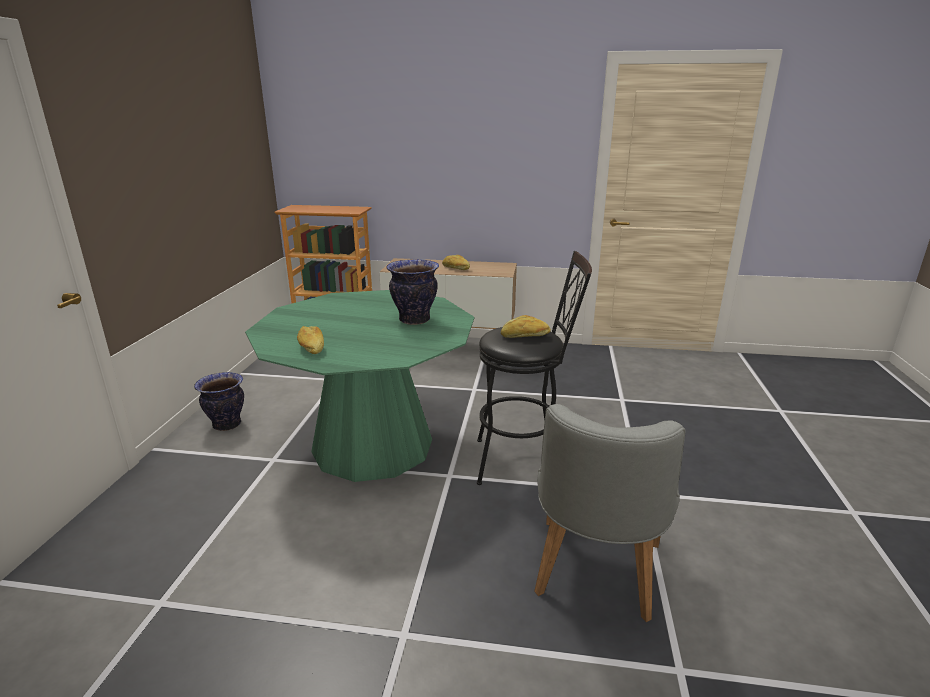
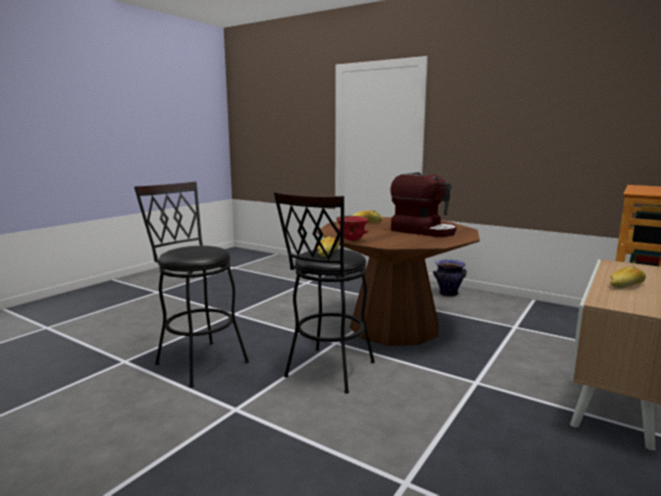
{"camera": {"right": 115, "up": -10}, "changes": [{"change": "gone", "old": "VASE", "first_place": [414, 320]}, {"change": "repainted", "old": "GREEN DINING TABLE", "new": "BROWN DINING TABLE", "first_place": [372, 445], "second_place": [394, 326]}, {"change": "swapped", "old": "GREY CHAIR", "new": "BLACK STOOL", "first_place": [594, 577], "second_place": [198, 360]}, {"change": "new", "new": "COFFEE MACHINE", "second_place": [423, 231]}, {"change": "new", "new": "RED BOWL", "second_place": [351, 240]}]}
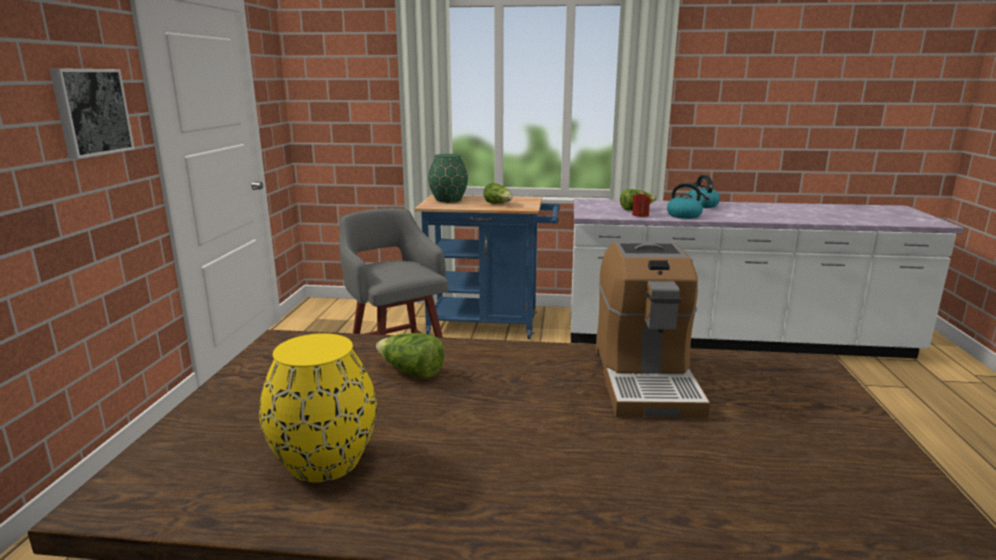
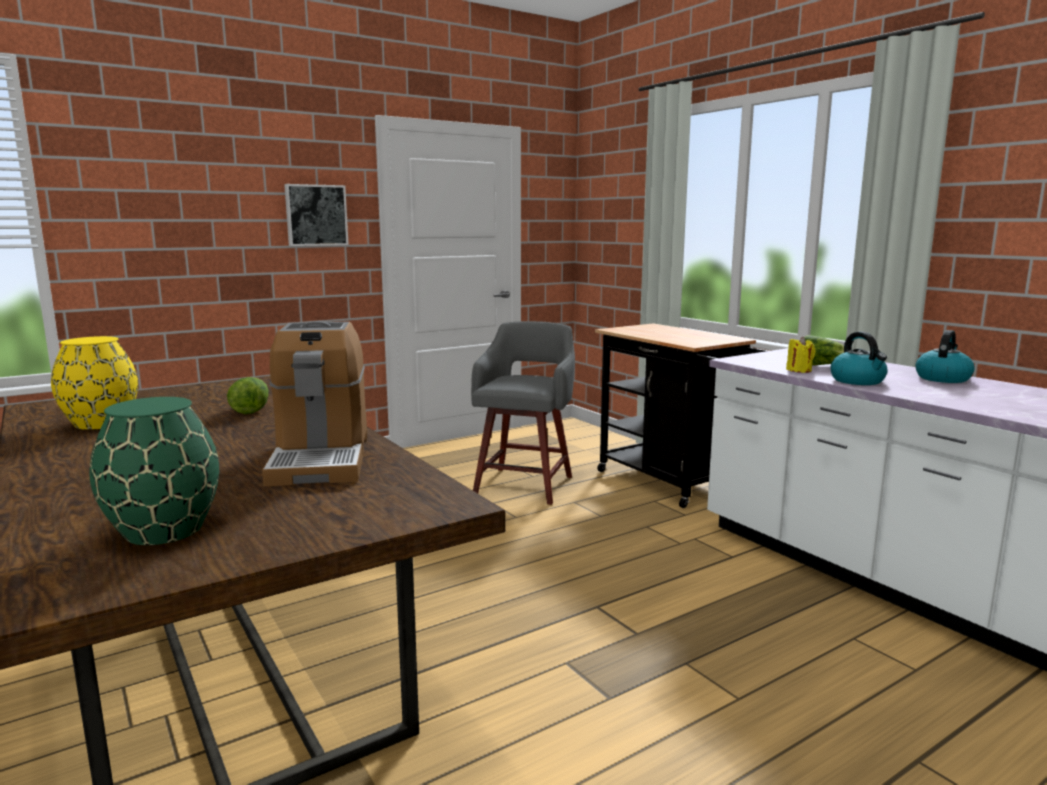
{"camera": {"right": 50, "up": -5}, "changes": [{"change": "shifted", "old": "GREEN VASE", "first_place": [448, 200], "second_place": [165, 530]}, {"change": "gone", "old": "LETTUCE", "first_place": [498, 204]}, {"change": "repainted", "old": "RED CANDLE", "new": "YELLOW CANDLE", "first_place": [640, 215], "second_place": [799, 370]}, {"change": "repainted", "old": "BLUE CART", "new": "BLACK CART", "first_place": [490, 325], "second_place": [672, 484]}, {"change": "rotated", "old": "COFFEE MACHINE", "first_place": [645, 379], "second_place": [321, 458], "degrees": -60}]}
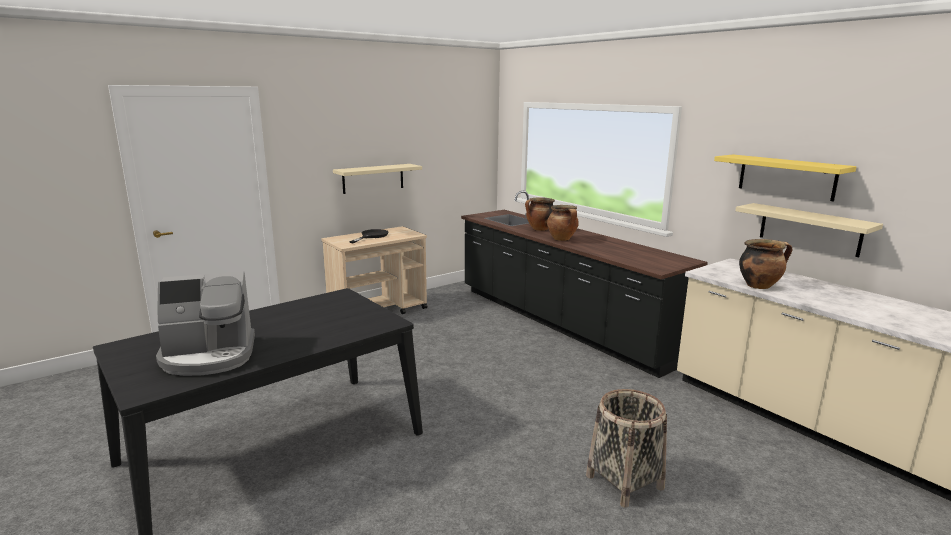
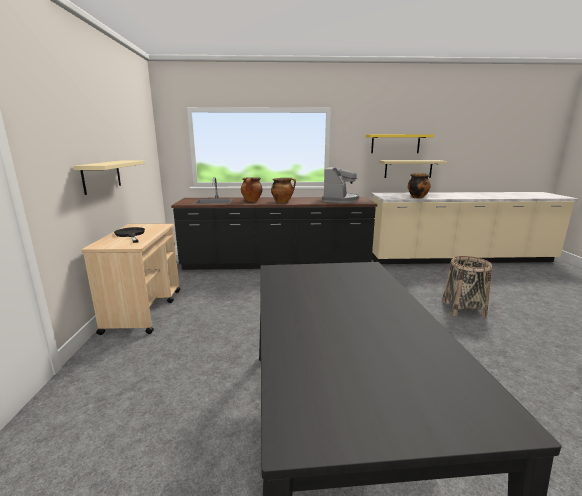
{"camera": {"right": -55, "up": 0}, "changes": [{"change": "shifted", "old": "COFFEE MACHINE", "first_place": [209, 356], "second_place": [340, 200]}]}
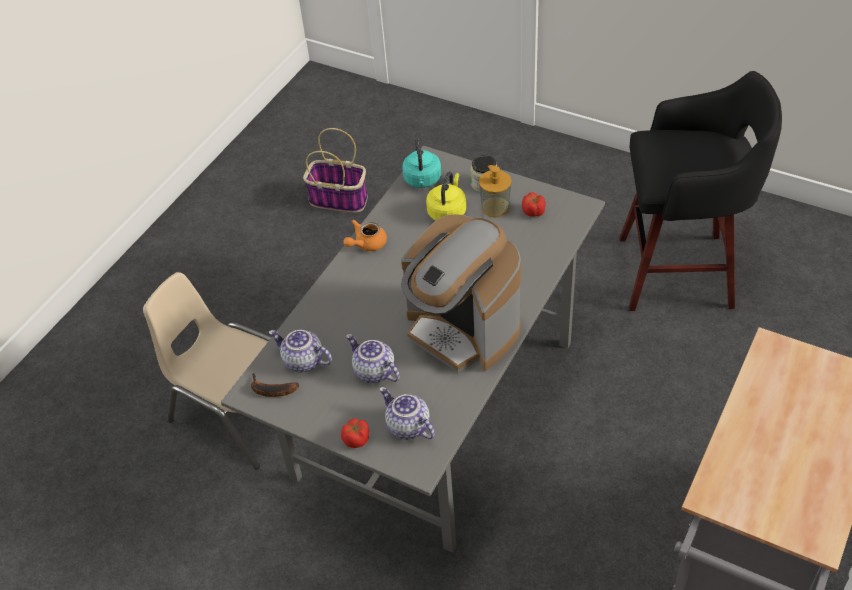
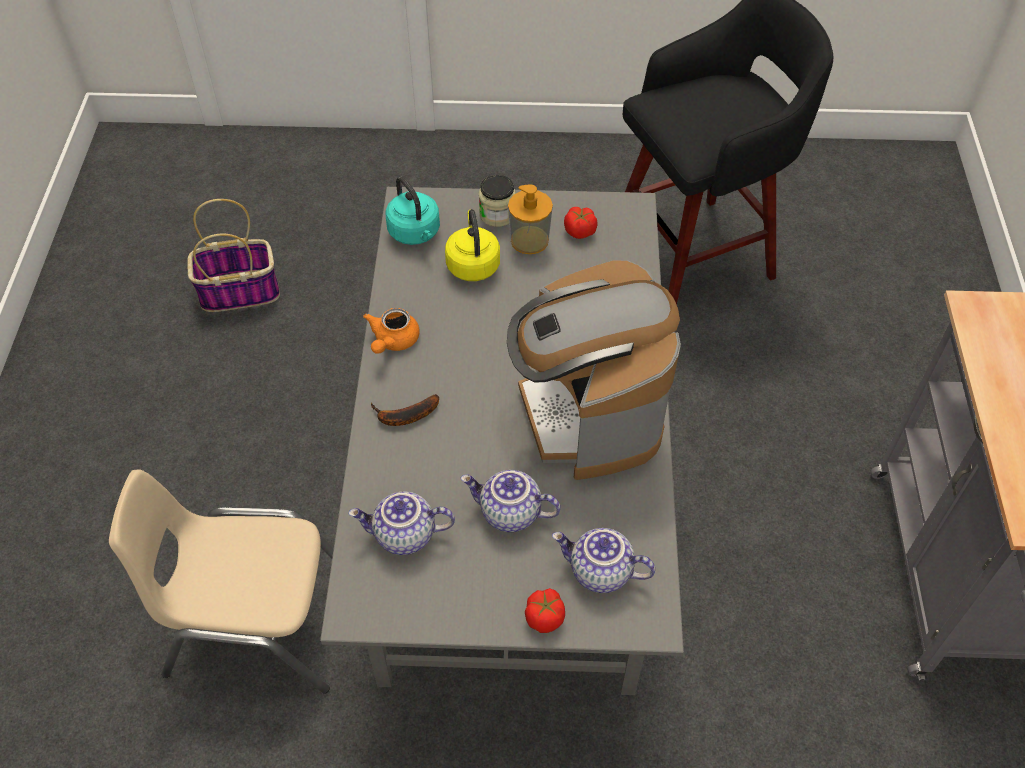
{"camera": {"right": -30, "up": 5}, "changes": [{"change": "rotated", "old": "COFFEE MACHINE", "first_place": [462, 330], "second_place": [588, 415], "degrees": 60}, {"change": "shifted", "old": "BANANA", "first_place": [270, 390], "second_place": [404, 416]}]}
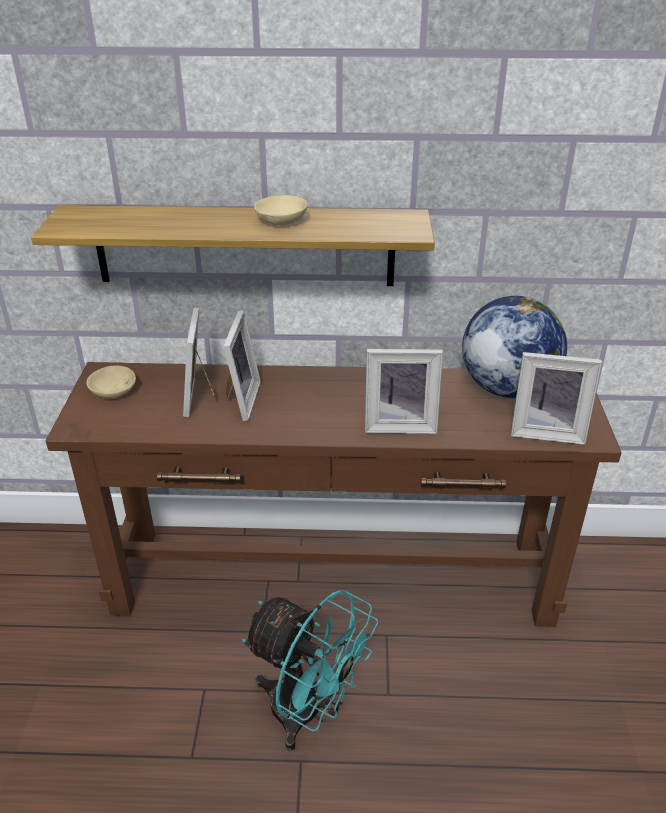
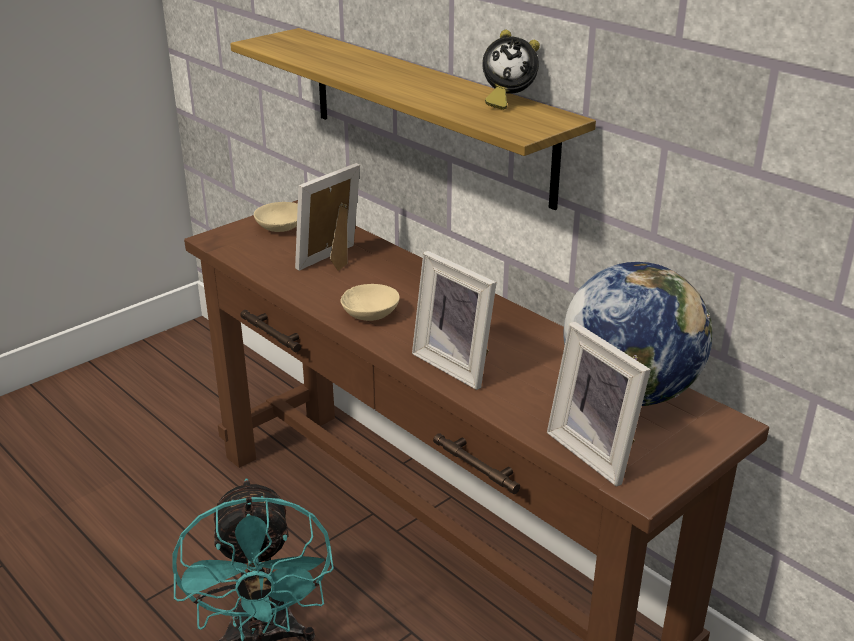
{"camera": {"right": 45, "up": -5}, "changes": [{"change": "shifted", "old": "BEIGE BOWL", "first_place": [283, 221], "second_place": [372, 314]}, {"change": "gone", "old": "PICTURE FRAME", "first_place": [239, 400]}, {"change": "new", "new": "ALARM CLOCK", "second_place": [506, 101]}]}
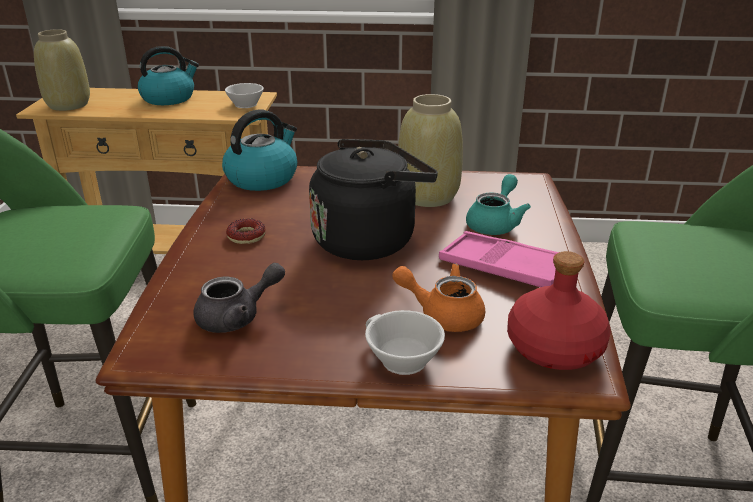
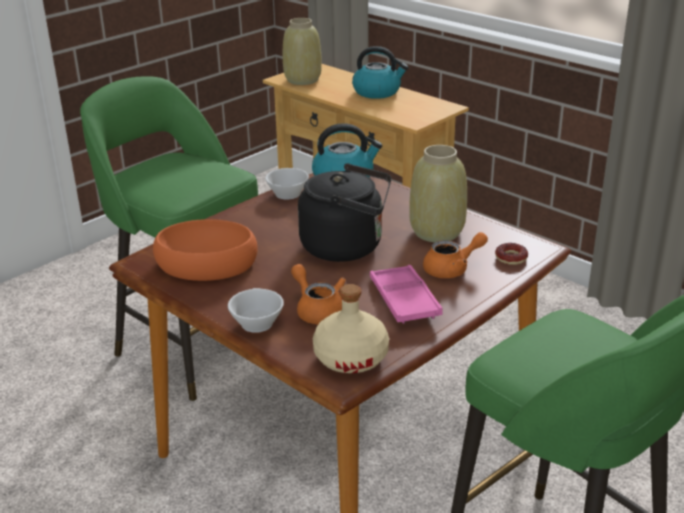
{"camera": {"right": 40, "up": 0}, "changes": [{"change": "shifted", "old": "WHITE CUP", "first_place": [244, 104], "second_place": [287, 193]}, {"change": "repainted", "old": "TURQUOISE TEAPOT", "new": "ORANGE TEAPOT", "first_place": [495, 223], "second_place": [452, 269]}, {"change": "shifted", "old": "DONUT", "first_place": [246, 236], "second_place": [511, 258]}, {"change": "repainted", "old": "RED BOTTLE", "new": "BEIGE BOTTLE", "first_place": [553, 347], "second_place": [351, 357]}, {"change": "swapped", "old": "GREY TEAPOT", "new": "ORANGE BOWL", "first_place": [237, 317], "second_place": [207, 262]}]}
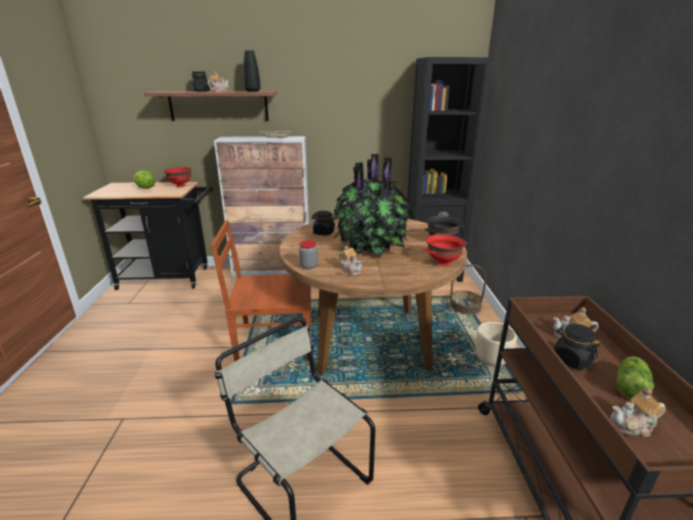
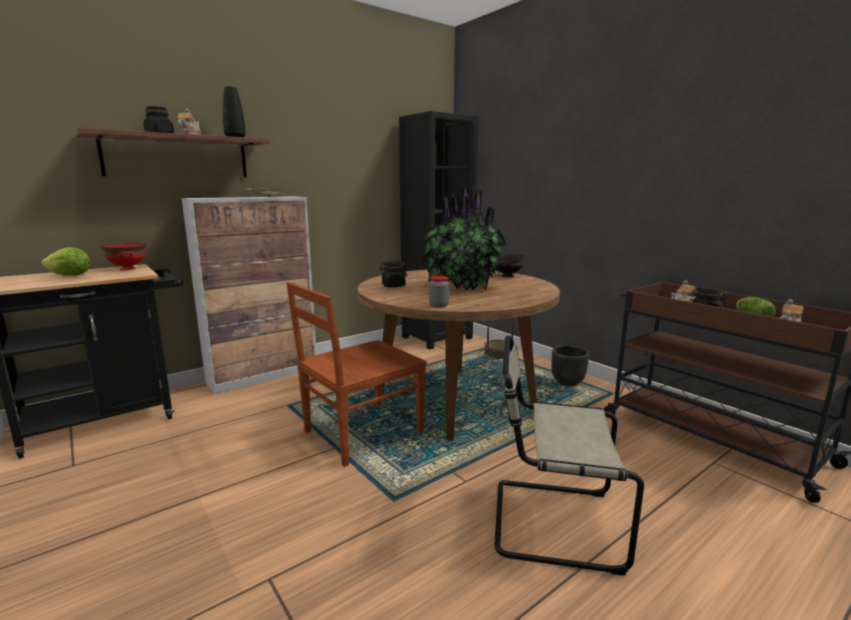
{"camera": {"right": -35, "up": -10}, "changes": [{"change": "gone", "old": "RED BOWL", "first_place": [443, 262]}, {"change": "gone", "old": "TEAPOT", "first_place": [350, 270]}, {"change": "repainted", "old": "BEIGE PLANTER", "new": "BLACK PLANTER", "first_place": [491, 361], "second_place": [567, 383]}]}
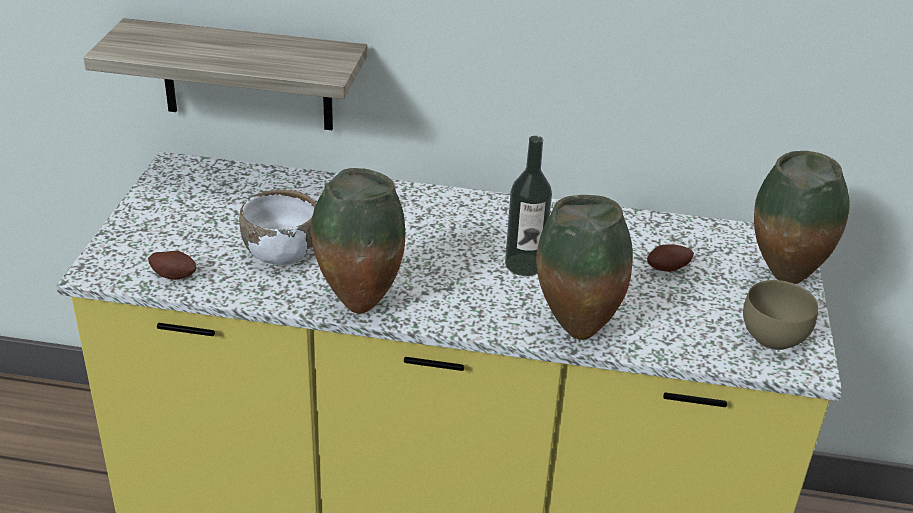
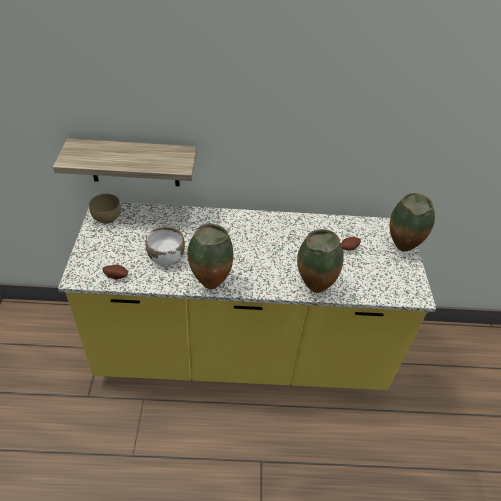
{"camera": {"right": -10, "up": 10}, "changes": [{"change": "gone", "old": "BOTTLE", "first_place": [524, 264]}, {"change": "shifted", "old": "BROWN BOWL", "first_place": [773, 340], "second_place": [107, 219]}]}
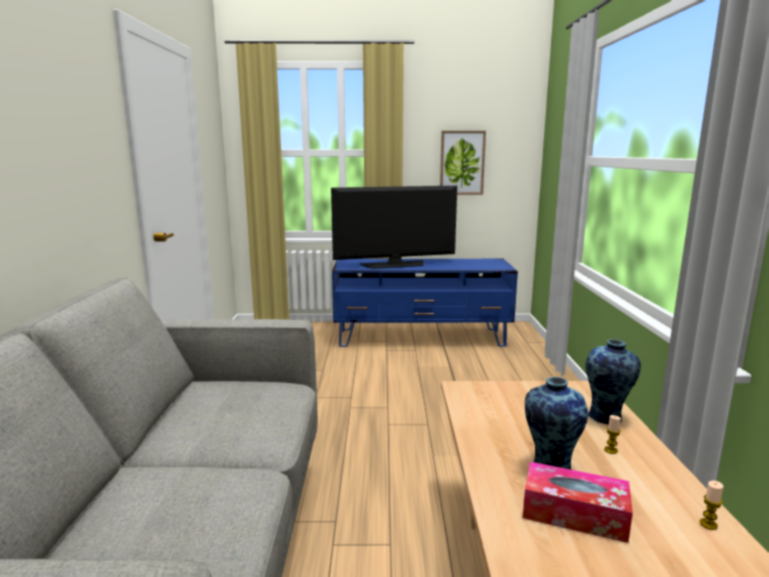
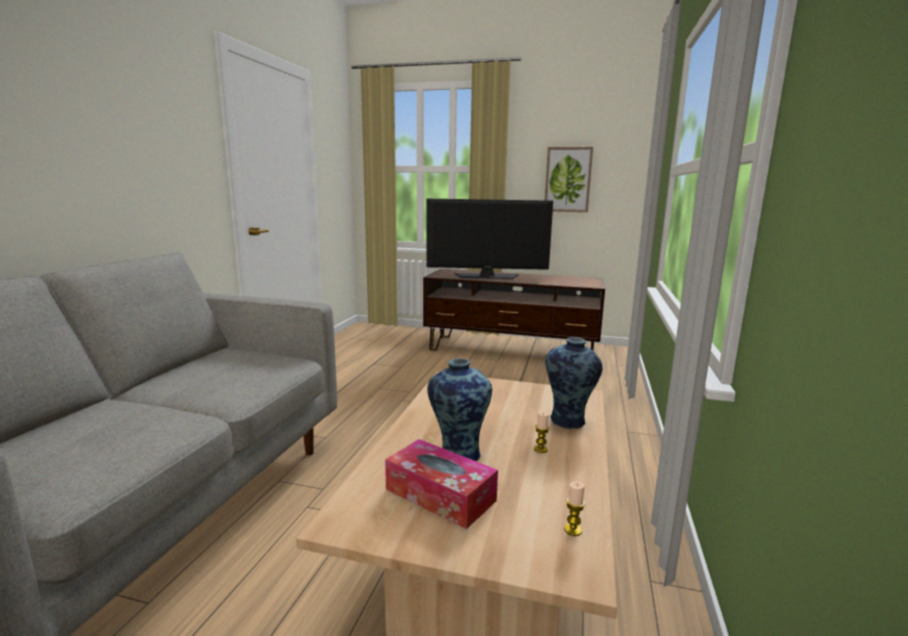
{"camera": {"right": 15, "up": 0}, "changes": [{"change": "repainted", "old": "BLUE TV STAND", "new": "BROWN TV STAND", "first_place": [421, 338], "second_place": [511, 350]}]}
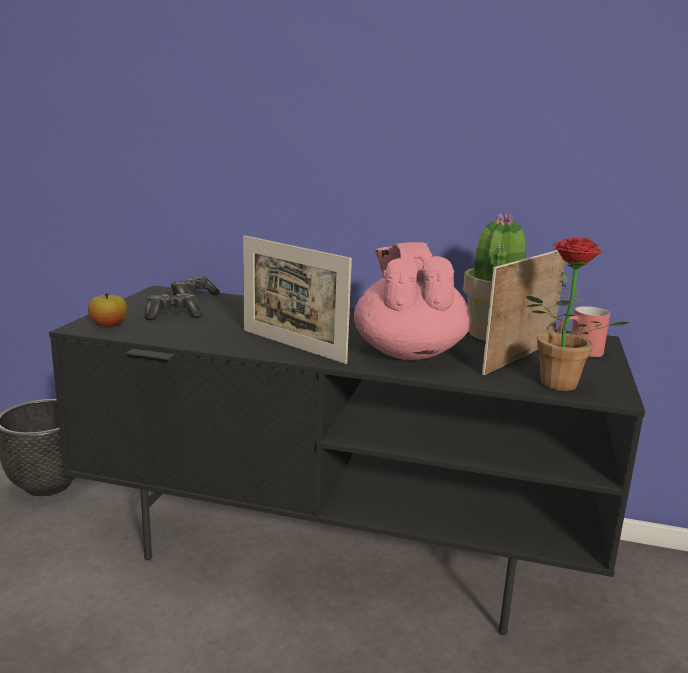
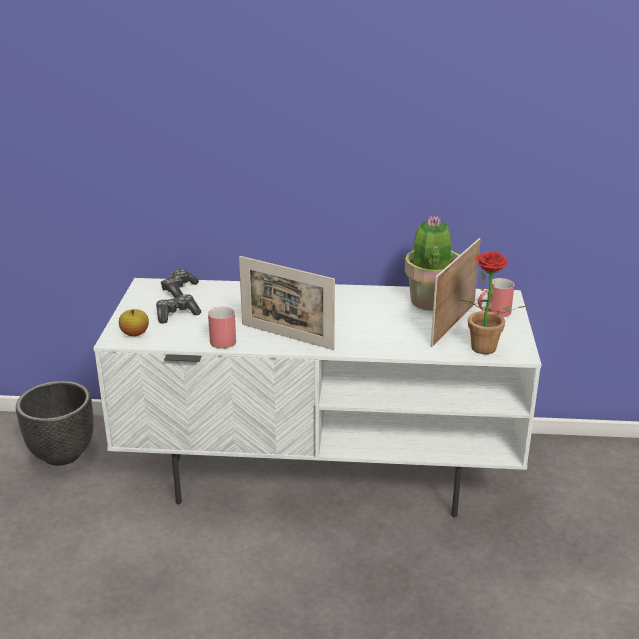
{"camera": {"right": -10, "up": 10}, "changes": [{"change": "gone", "old": "PINK TEAPOT", "first_place": [408, 352]}, {"change": "repainted", "old": "BLACK TV STAND", "new": "WHITE TV STAND", "first_place": [339, 544], "second_place": [322, 469]}, {"change": "new", "new": "RED MUG", "second_place": [220, 339]}]}
